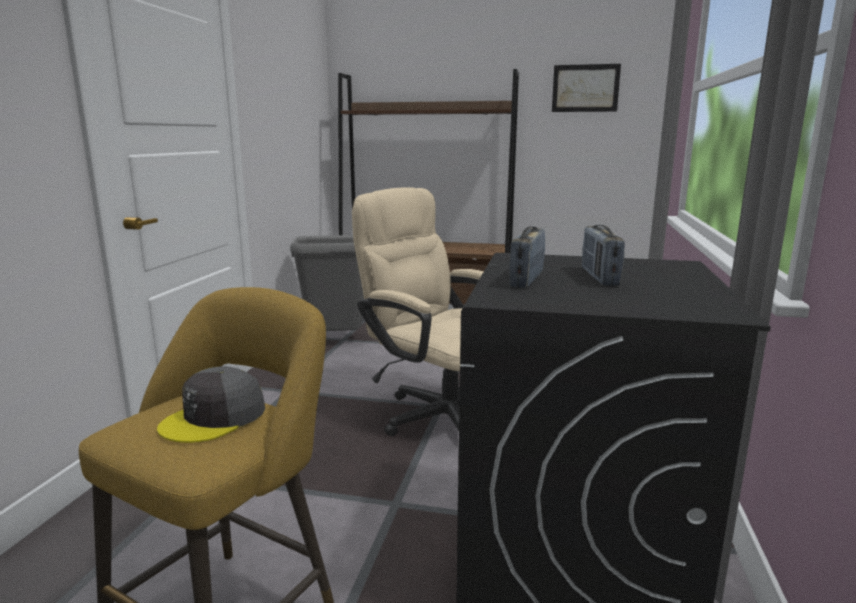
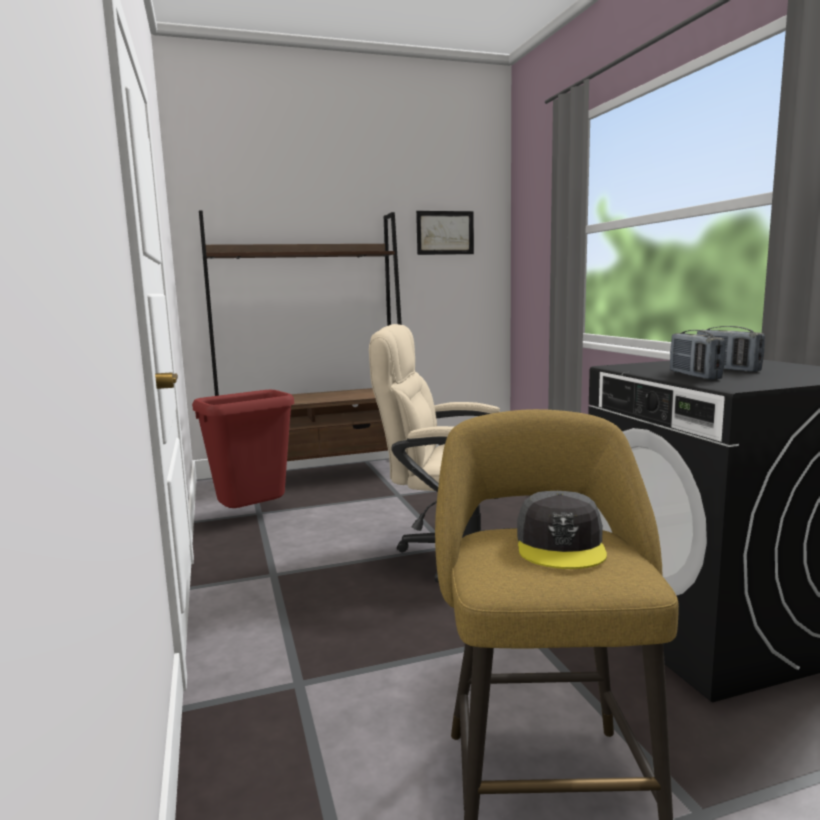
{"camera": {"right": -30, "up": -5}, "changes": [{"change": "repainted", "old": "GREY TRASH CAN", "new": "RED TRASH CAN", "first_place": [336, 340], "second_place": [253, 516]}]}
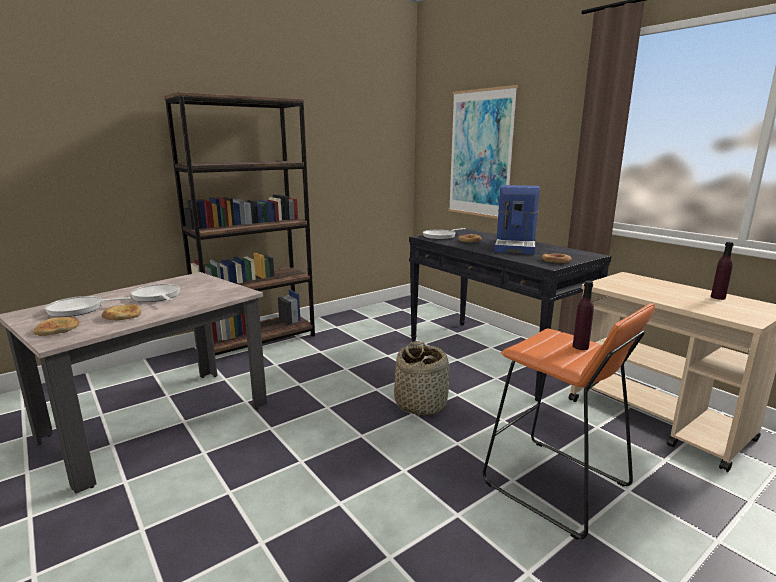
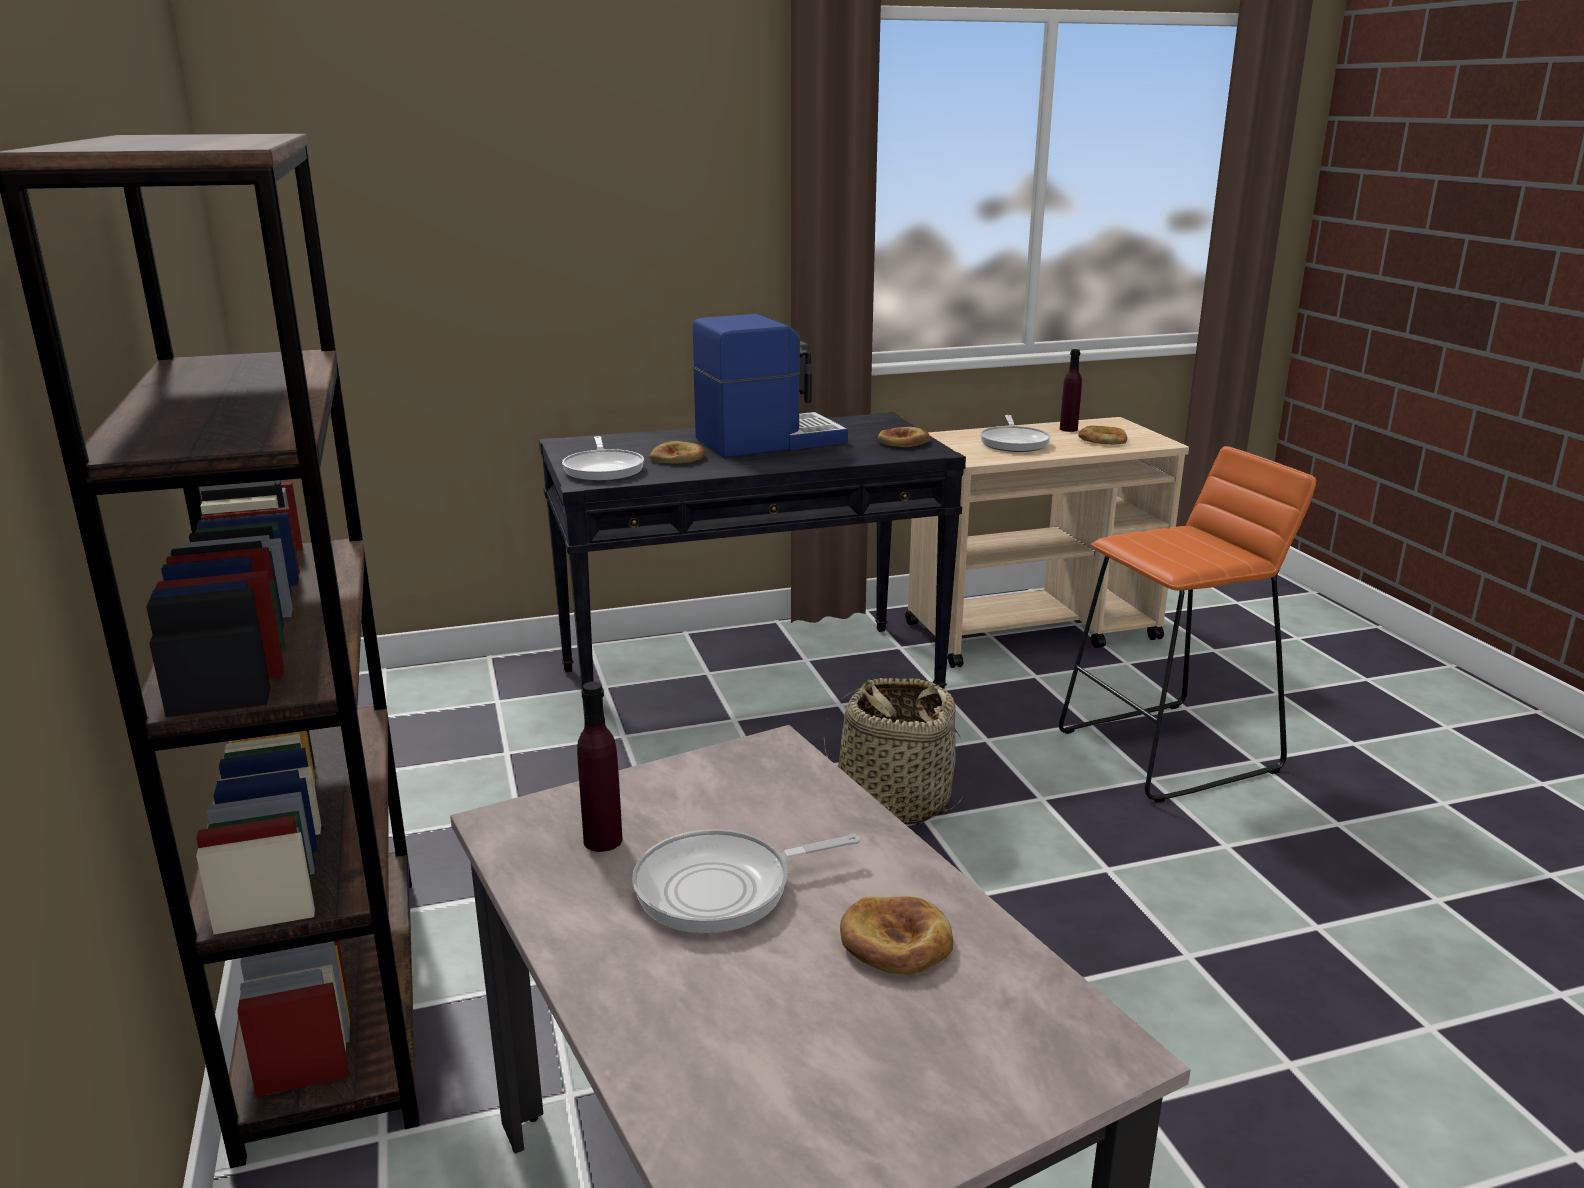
{"camera": {"right": -70, "up": 5}, "changes": [{"change": "gone", "old": "PICTURE", "first_place": [480, 154]}, {"change": "rotated", "old": "COFFEE MACHINE", "first_place": [516, 246], "second_place": [768, 441], "degrees": -60}, {"change": "shifted", "old": "PURPLE BOTTLE", "first_place": [580, 347], "second_place": [603, 840]}, {"change": "shifted", "old": "FRYING PAN", "first_place": [79, 309], "second_place": [1014, 442]}, {"change": "shifted", "old": "BREAD", "first_place": [57, 329], "second_place": [1102, 439]}]}
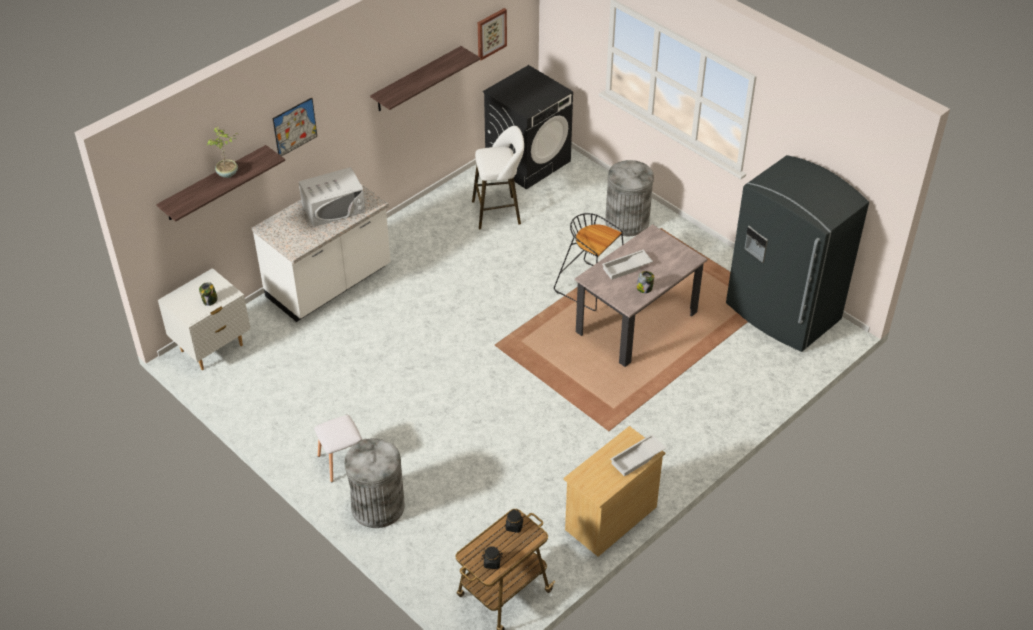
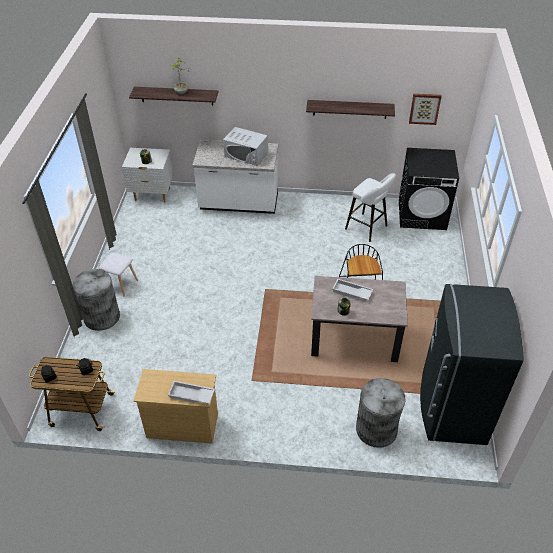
{"camera": {"right": 50, "up": 0}, "changes": [{"change": "gone", "old": "PICTURE", "first_place": [295, 127]}, {"change": "shifted", "old": "GREY TRASH CAN", "first_place": [627, 222], "second_place": [376, 429]}]}
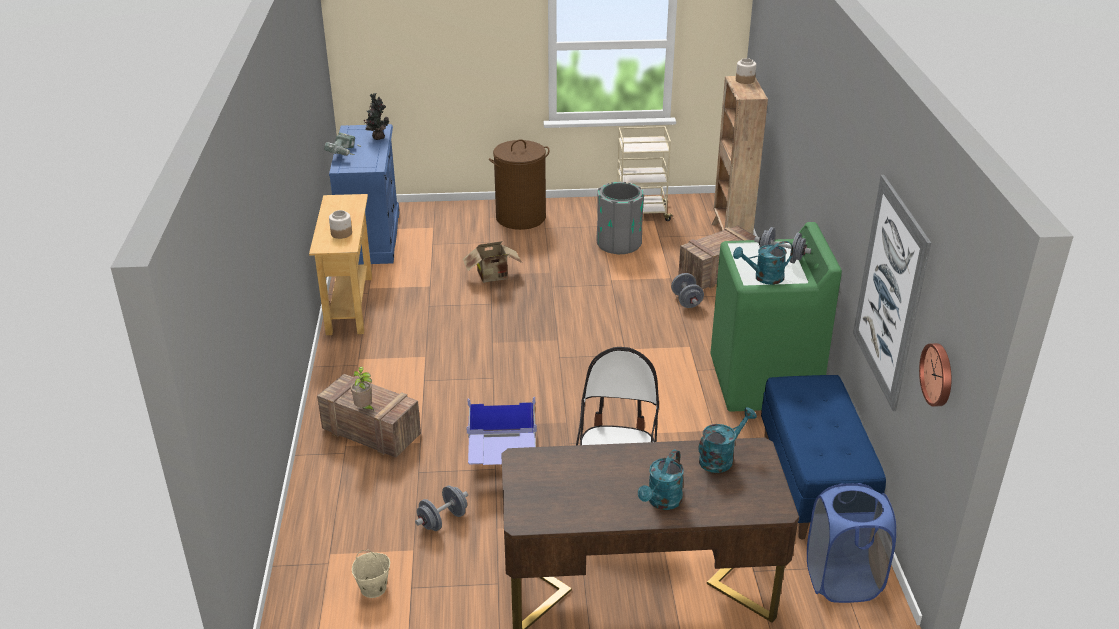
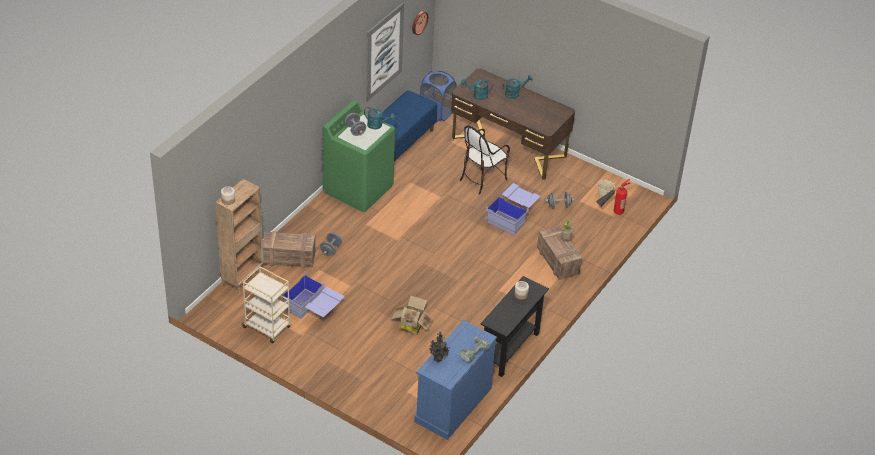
{"camera": {"right": -145, "up": 10}, "changes": [{"change": "gone", "old": "BROWN LAUNDRY BASKET", "first_place": [521, 217]}, {"change": "swapped", "old": "GREY TRASH CAN", "new": "BLUE STORAGE BOX", "first_place": [618, 244], "second_place": [313, 310]}, {"change": "repainted", "old": "BEIGE CONSOLE TABLE", "new": "BLACK CONSOLE TABLE", "first_place": [349, 305], "second_place": [510, 349]}, {"change": "new", "new": "FIRE EXTINGUISHER", "second_place": [610, 214]}]}
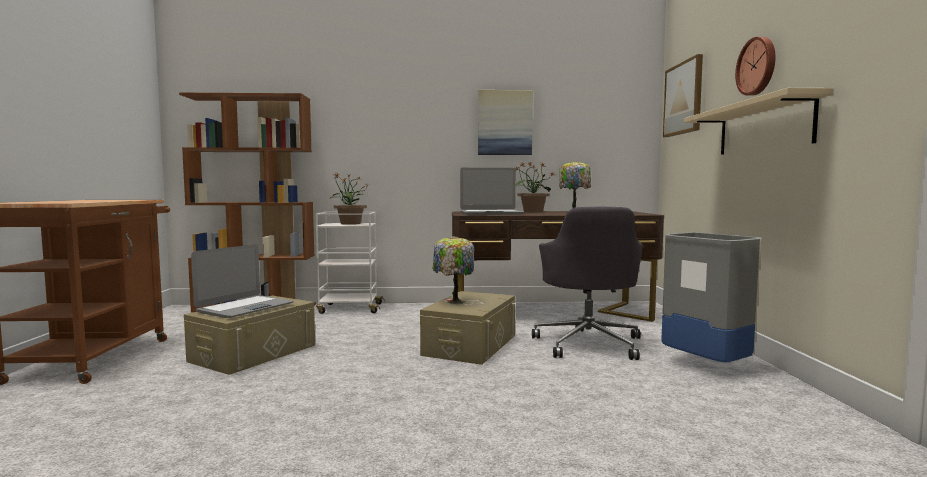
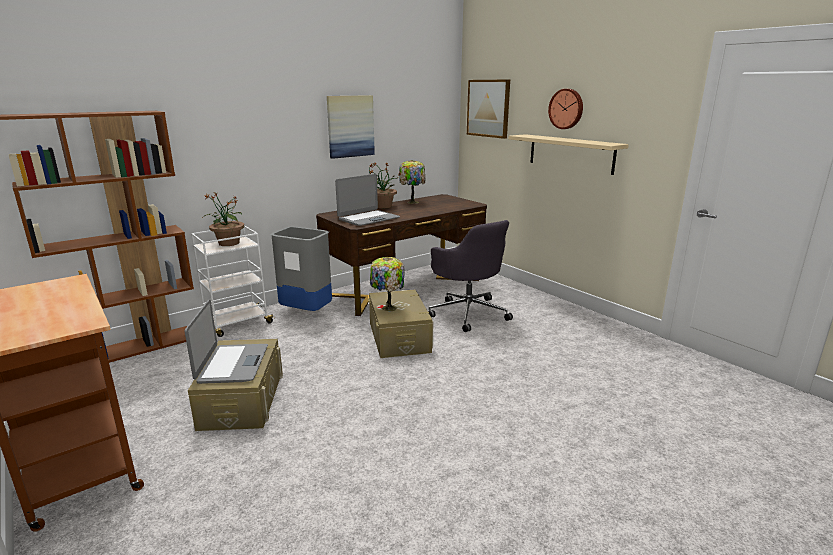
{"camera": {"right": -35, "up": 15}, "changes": [{"change": "shifted", "old": "GREY TRASH CAN", "first_place": [705, 366], "second_place": [306, 312]}]}
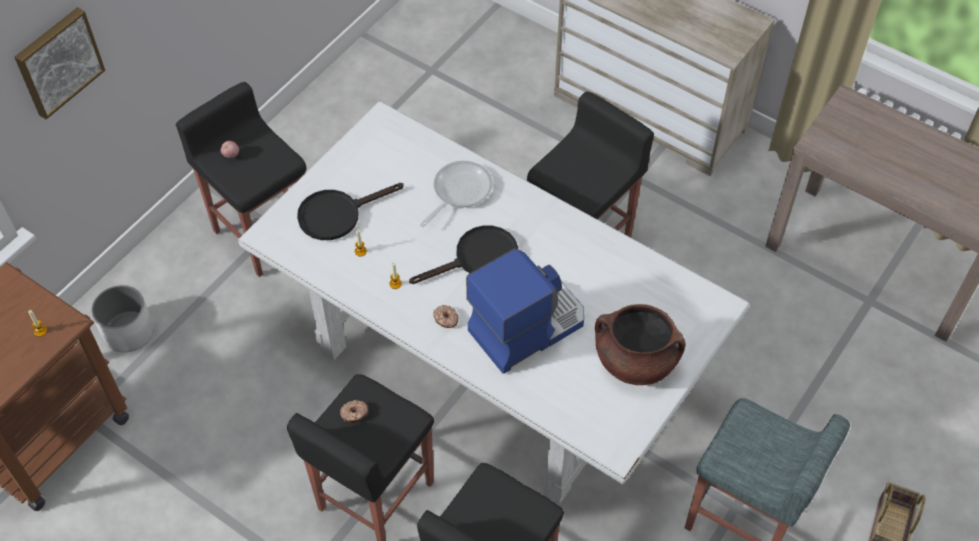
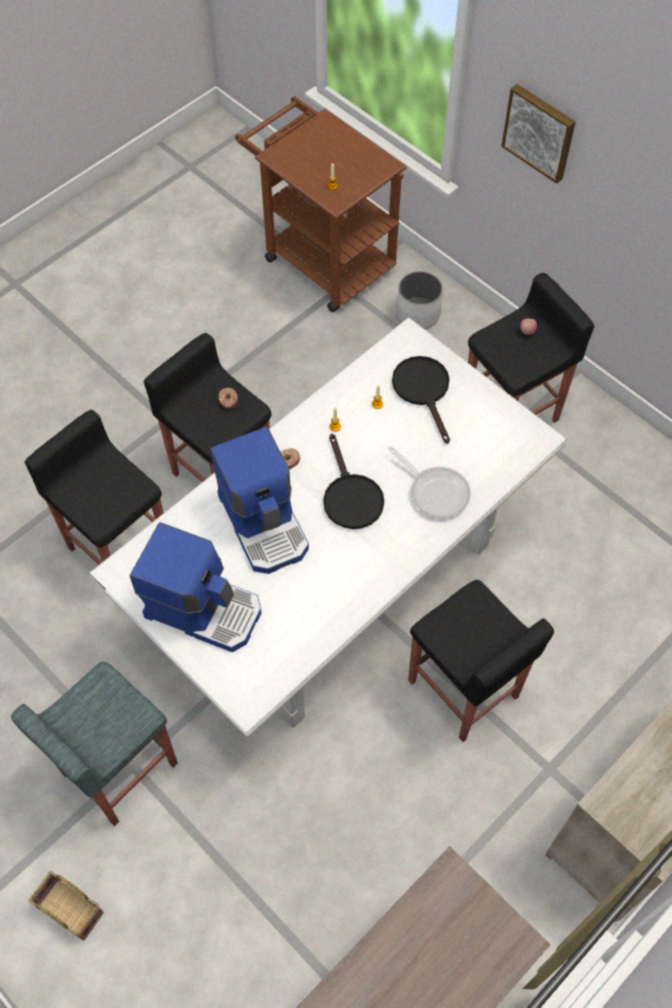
{"camera": {"right": 100, "up": 5}, "changes": [{"change": "swapped", "old": "BROWN COOKING POT", "new": "COFFEE MACHINE", "first_place": [635, 361], "second_place": [204, 608]}]}
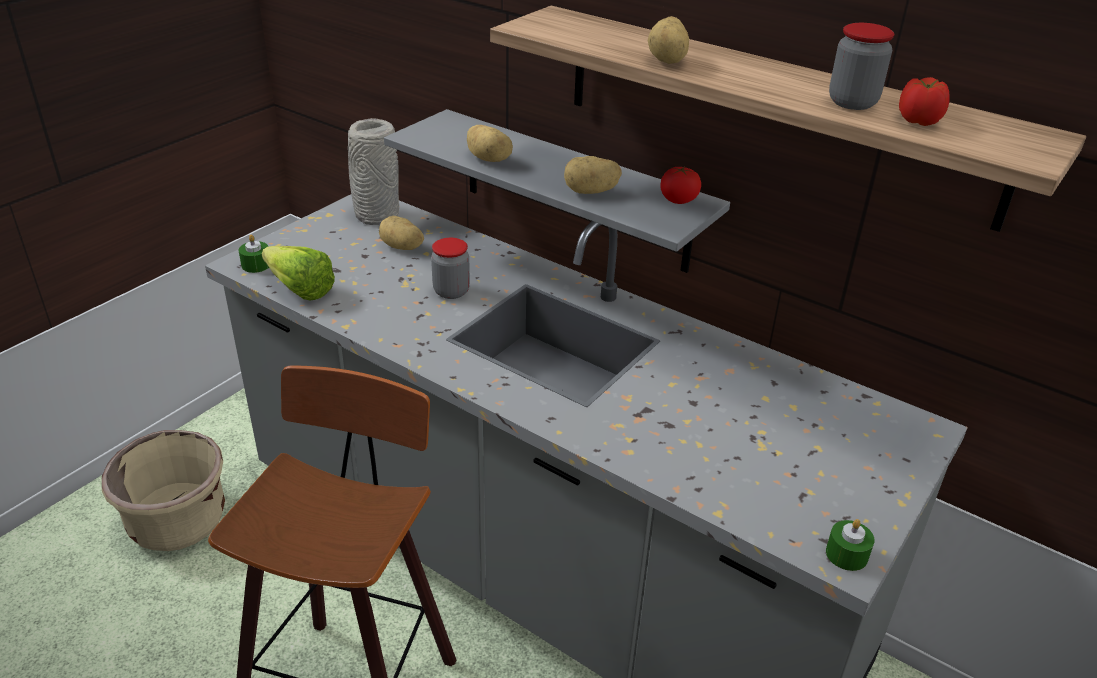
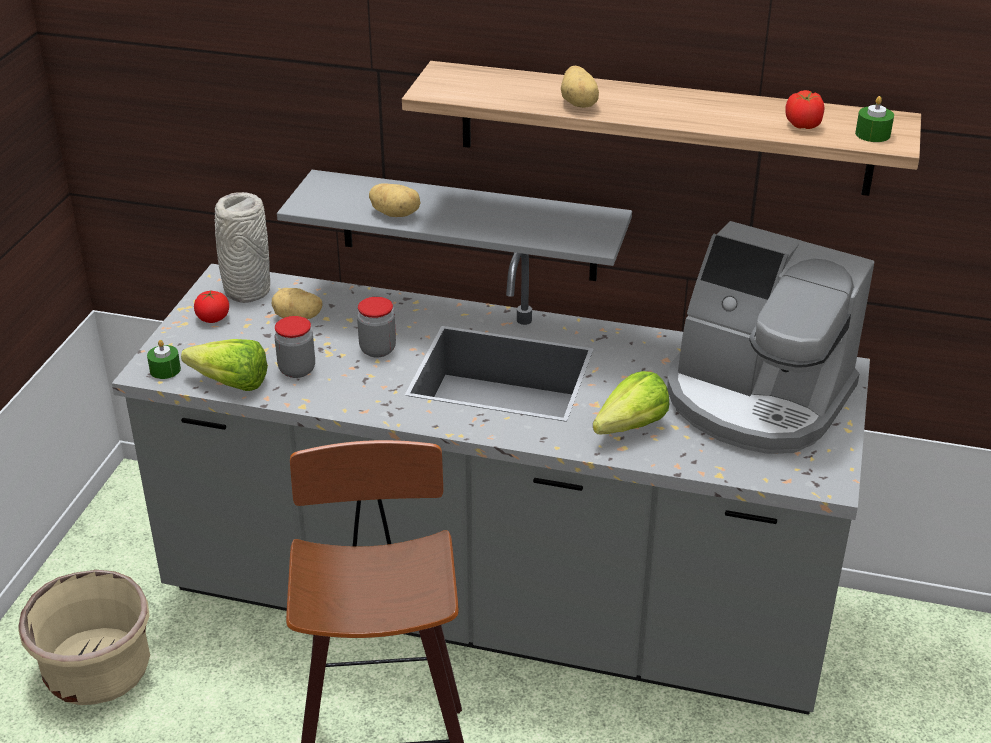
{"camera": {"right": -20, "up": 0}, "changes": [{"change": "shifted", "old": "JAR", "first_place": [852, 102], "second_place": [297, 370]}, {"change": "gone", "old": "POTATO", "first_place": [591, 192]}, {"change": "shifted", "old": "TOMATO", "first_place": [679, 200], "second_place": [213, 318]}, {"change": "shifted", "old": "GREEN CANDLE", "first_place": [846, 554], "second_place": [872, 134]}, {"change": "new", "new": "COFFEE MACHINE", "second_place": [756, 399]}, {"change": "new", "new": "LETTUCE", "second_place": [624, 430]}]}
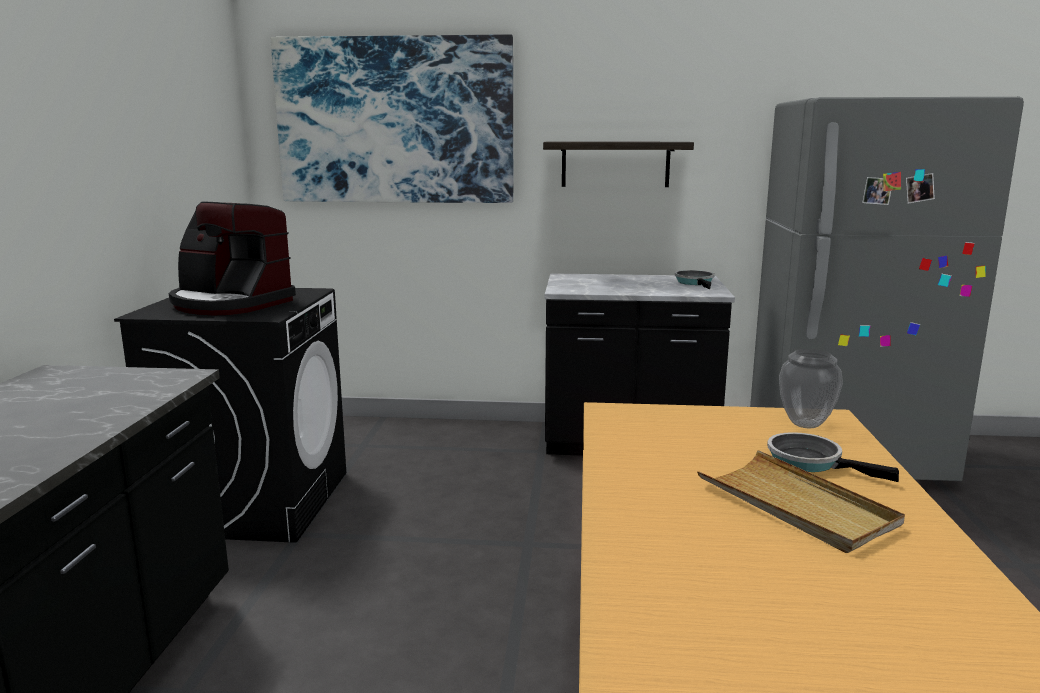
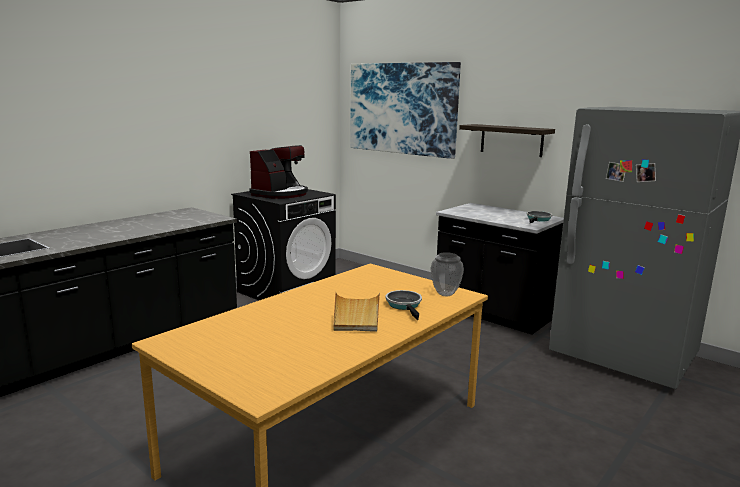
{"camera": {"right": 35, "up": 0}, "changes": [{"change": "rotated", "old": "COFFEE MACHINE", "first_place": [230, 303], "second_place": [280, 194], "degrees": -120}]}
